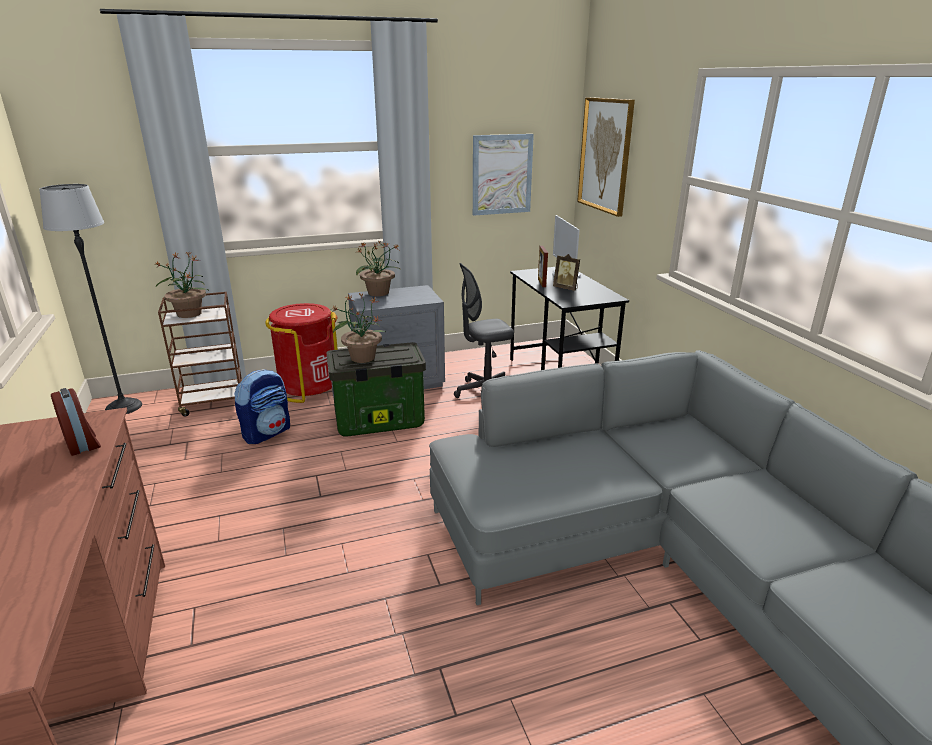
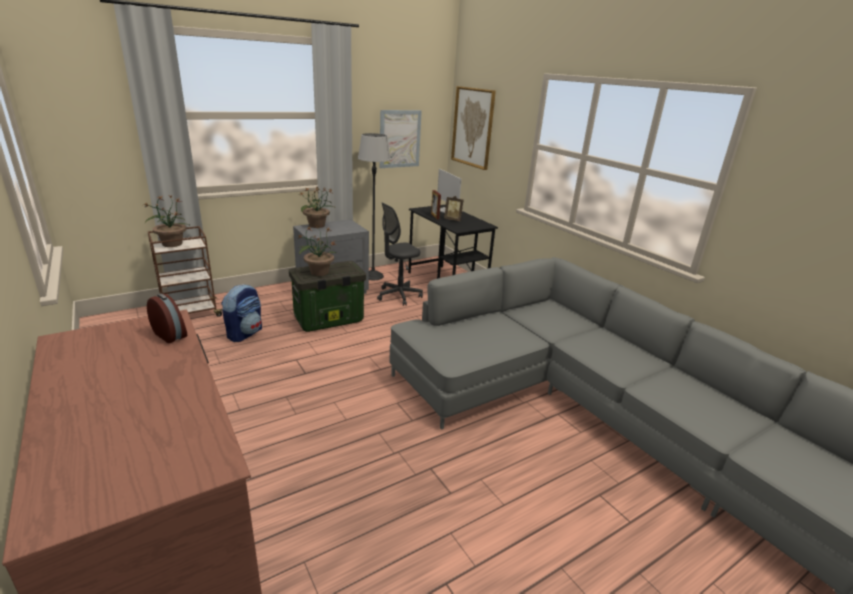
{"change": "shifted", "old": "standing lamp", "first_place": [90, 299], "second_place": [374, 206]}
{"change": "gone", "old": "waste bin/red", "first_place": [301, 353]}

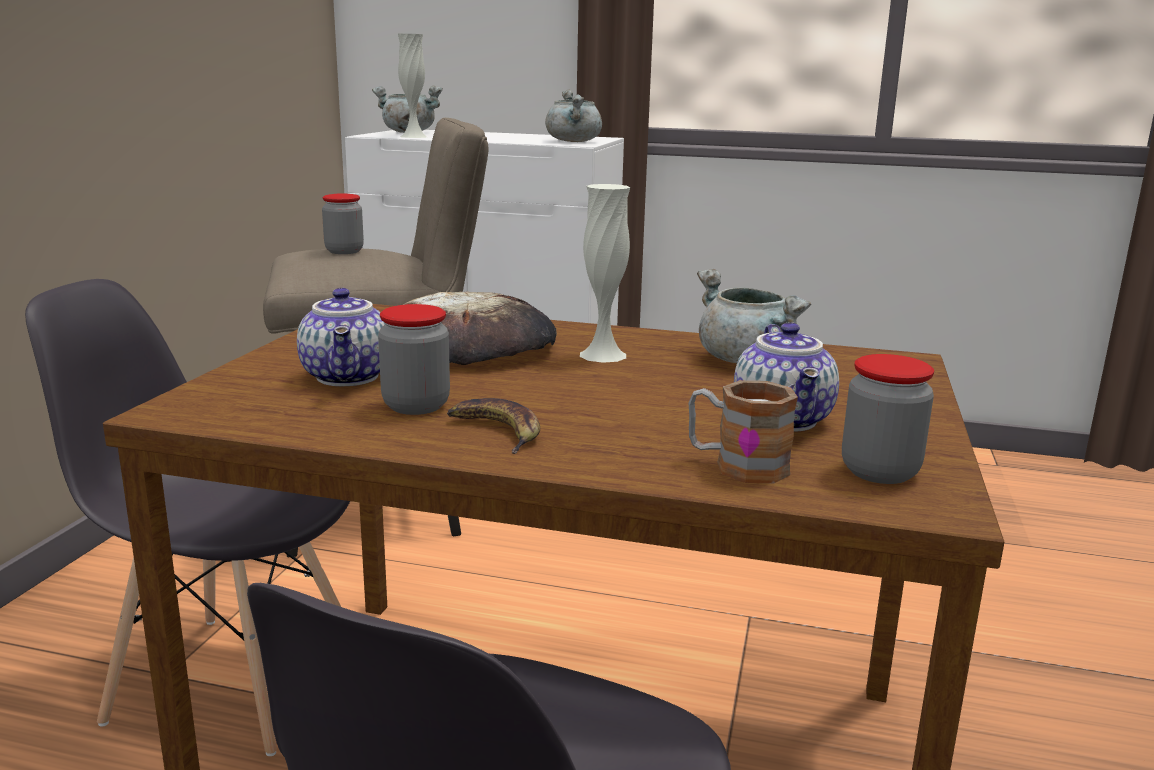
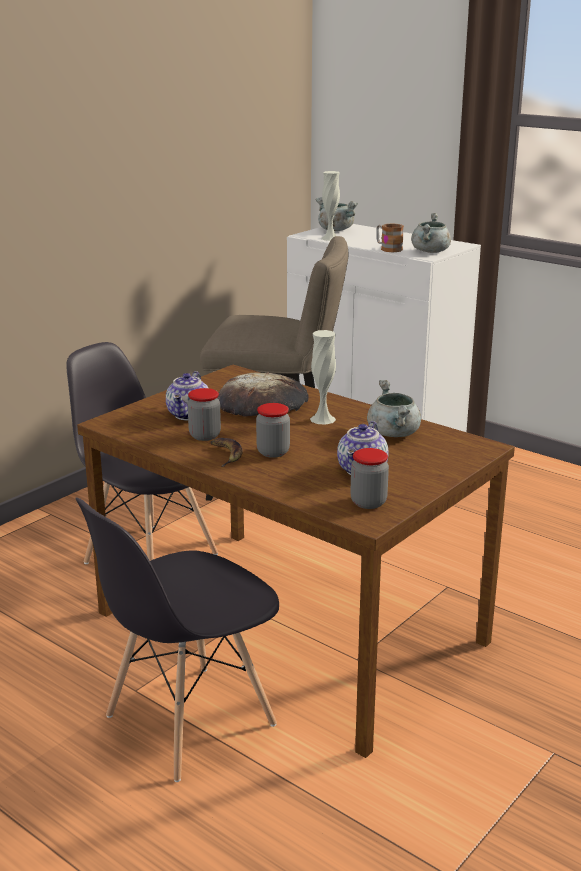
{"change": "shifted", "old": "preserve jar", "first_place": [343, 223], "second_place": [273, 430]}
{"change": "shifted", "old": "mug", "first_place": [743, 432], "second_place": [390, 237]}

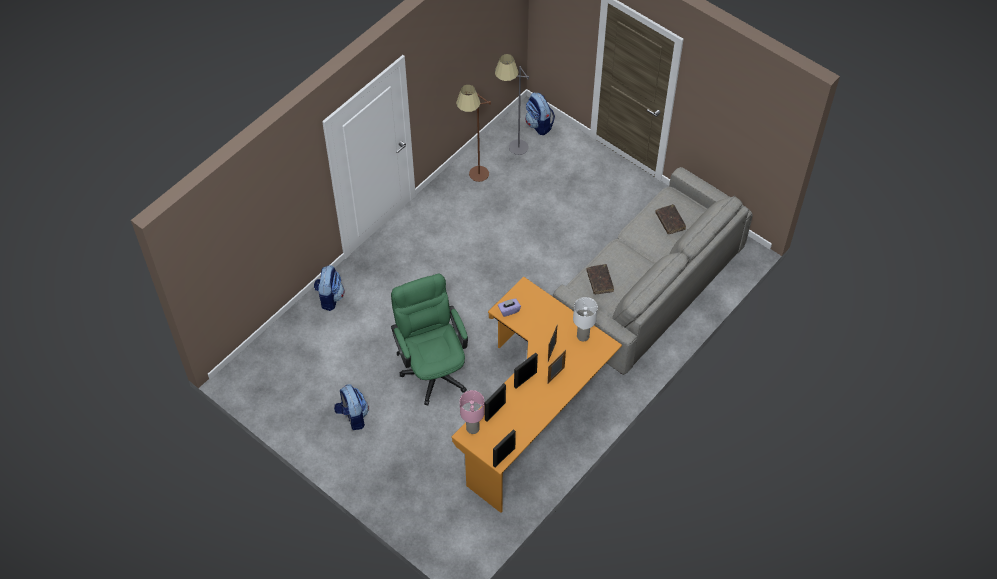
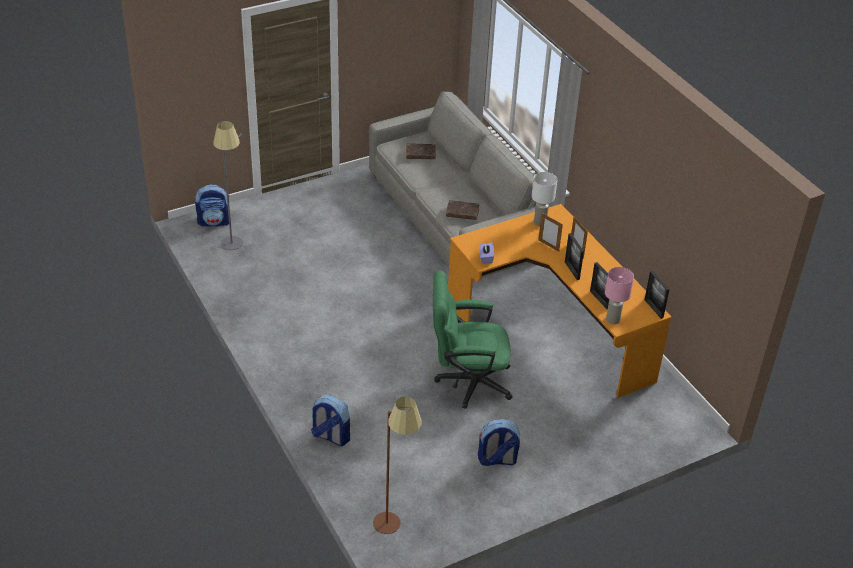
{"change": "shifted", "old": "standing lamp/brownish", "first_place": [473, 133], "second_place": [397, 465]}

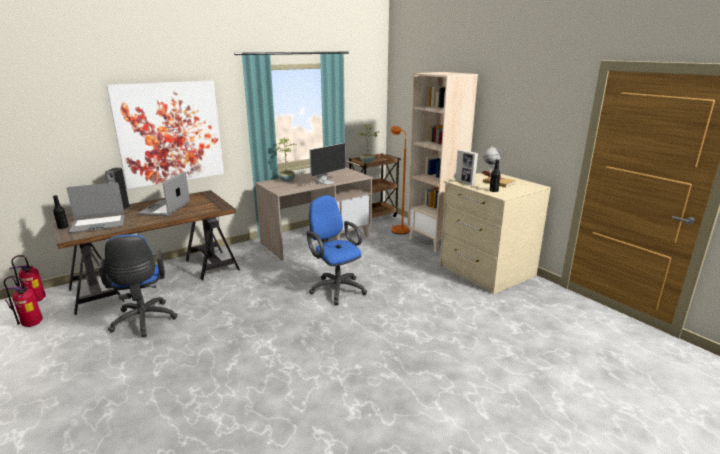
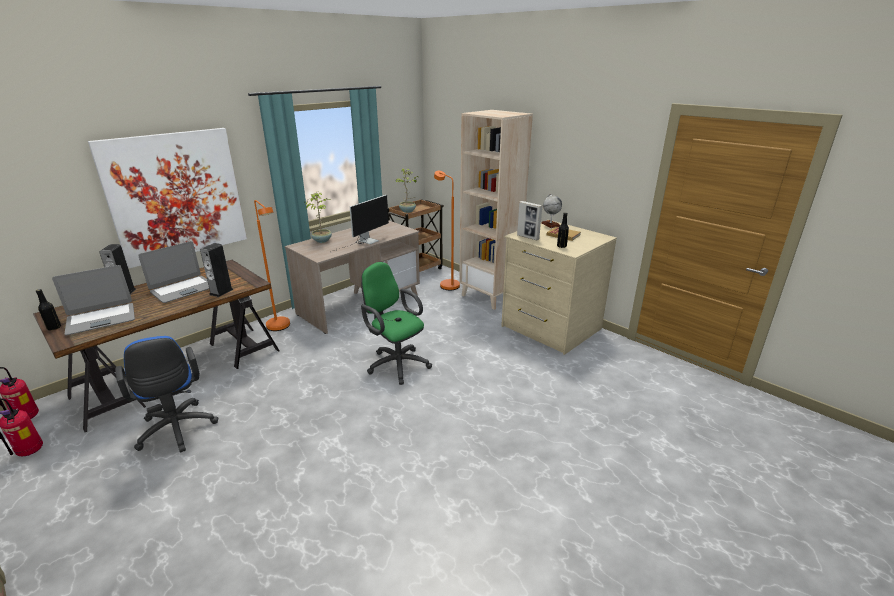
{"change": "rotated", "old": "portable computer", "first_place": [164, 193], "second_place": [173, 272], "degrees": -135}
{"change": "new", "new": "speaker", "second_place": [217, 270]}
{"change": "new", "new": "standing lamp/orangey", "second_place": [272, 265]}
{"change": "repainted", "old": "desk chair/blue-coloured", "new": "desk chair/green", "first_place": [337, 250], "second_place": [396, 323]}

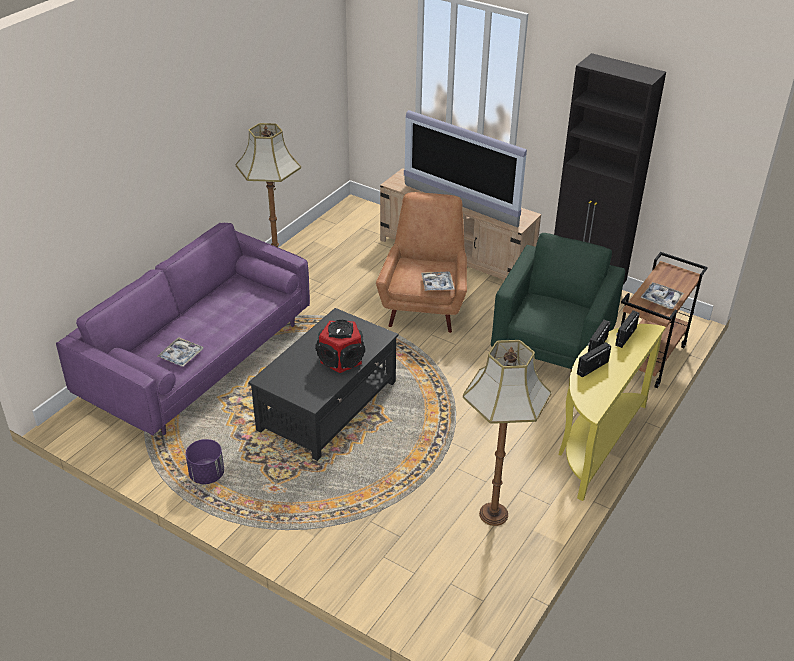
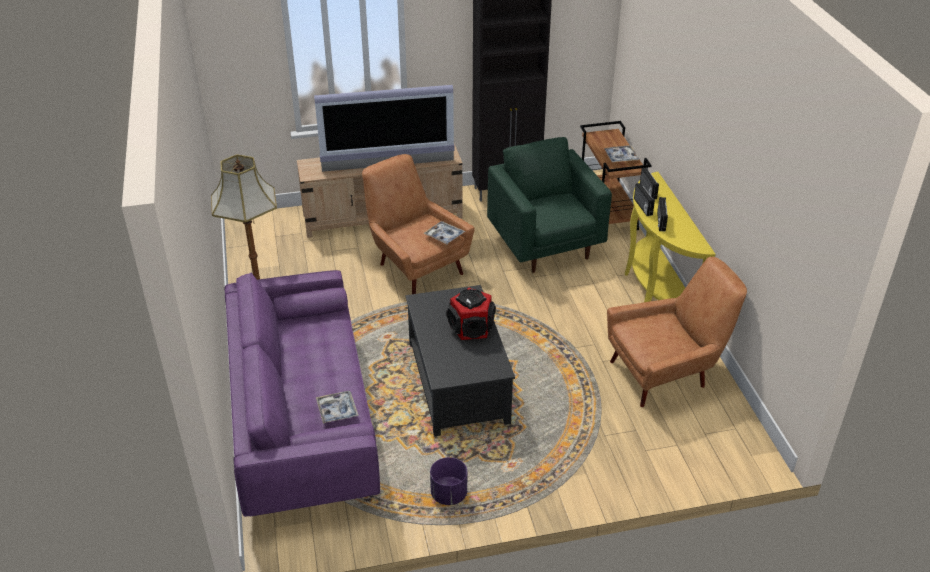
{"change": "swapped", "old": "standing lamp", "new": "lounge chair/brownish", "first_place": [507, 433], "second_place": [677, 332]}

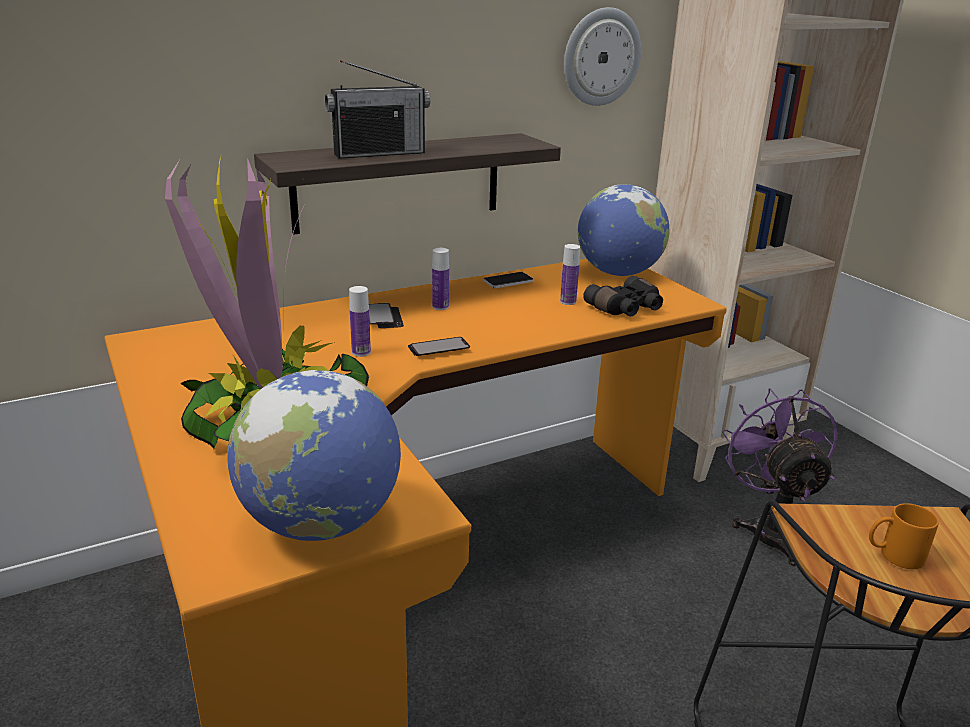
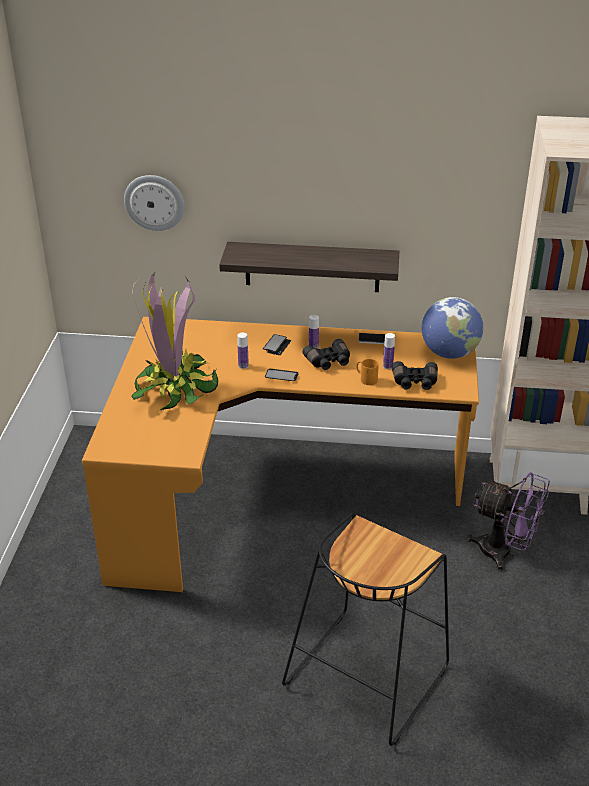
{"change": "shifted", "old": "wall clock", "first_place": [602, 56], "second_place": [154, 203]}
{"change": "new", "new": "pair of binoculars/black-coloured", "second_place": [326, 354]}
{"change": "shifted", "old": "mug/orangey", "first_place": [904, 536], "second_place": [367, 372]}
{"change": "rotated", "old": "cooling fan/purple-coloured", "first_place": [780, 477], "second_place": [508, 521], "degrees": 90}
{"change": "gone", "old": "desk globe", "first_place": [314, 455]}
{"change": "gone", "old": "radio receiver", "first_place": [377, 109]}

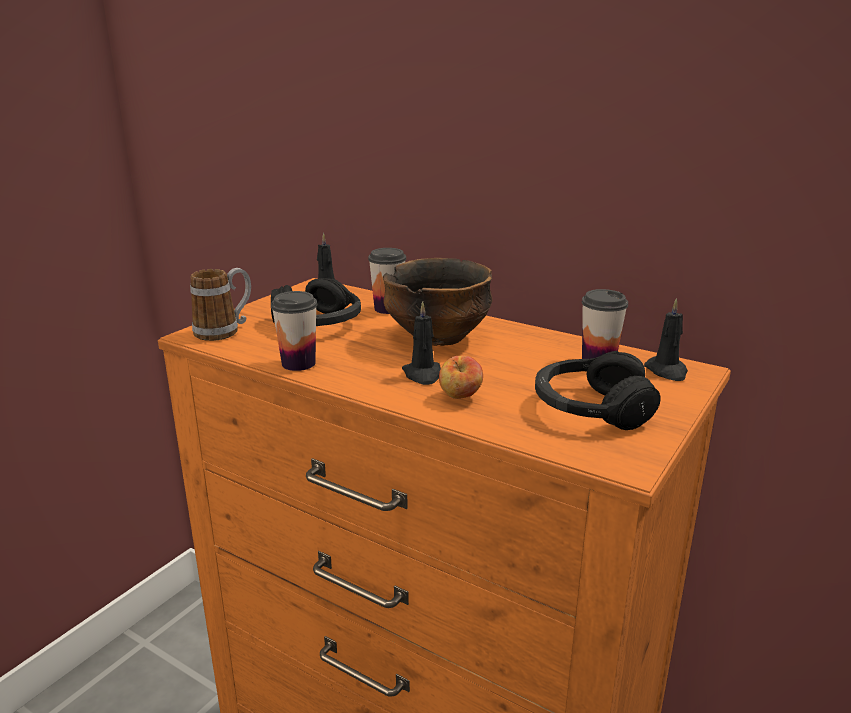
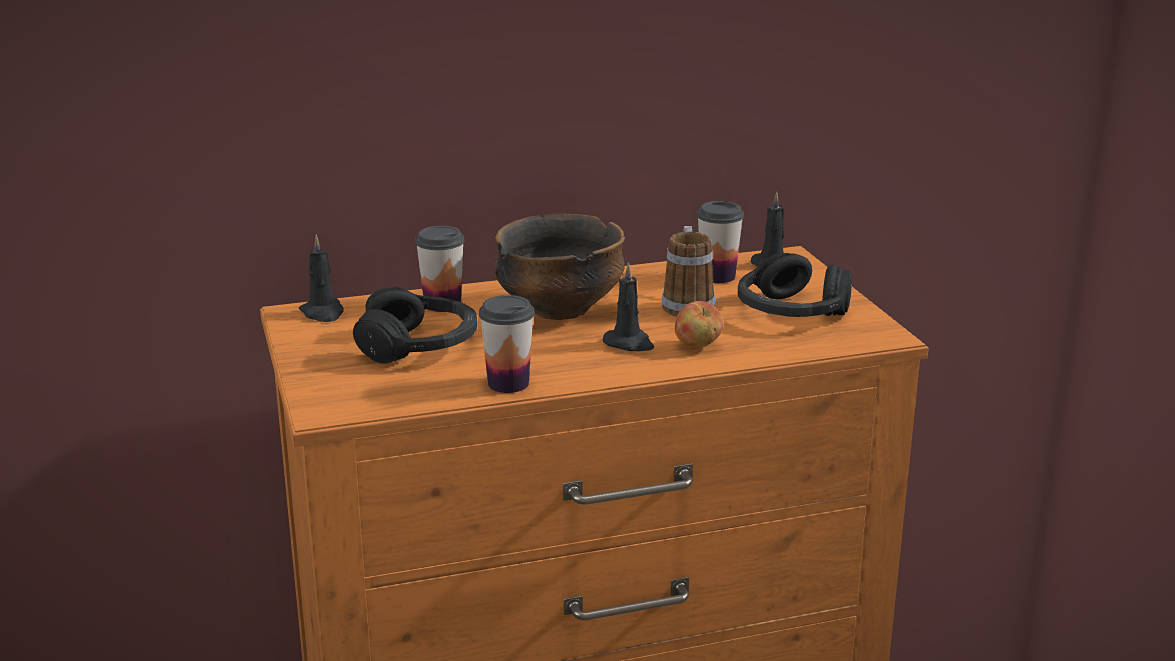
{"change": "shifted", "old": "mug", "first_place": [220, 304], "second_place": [688, 271]}

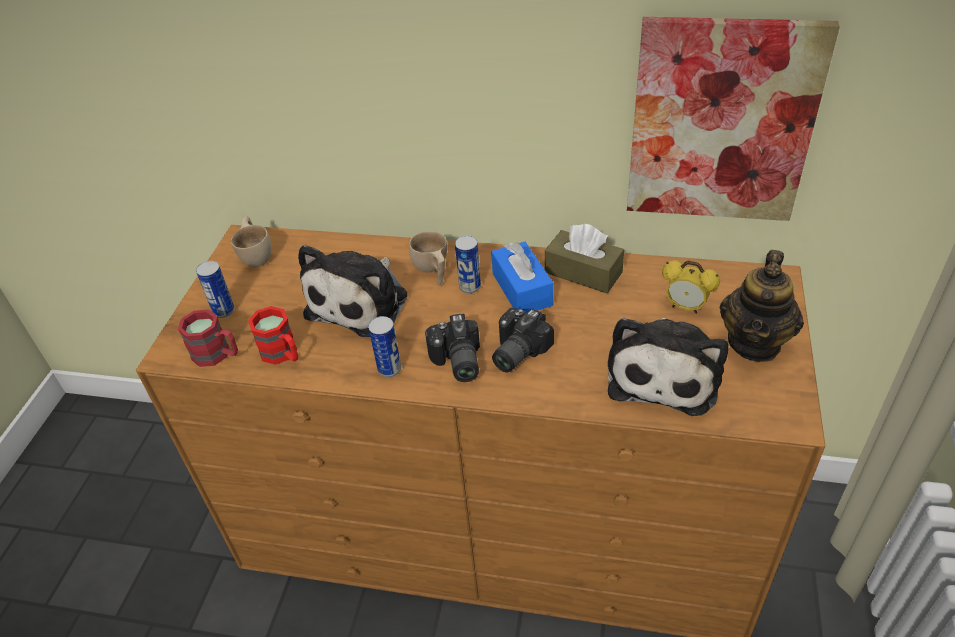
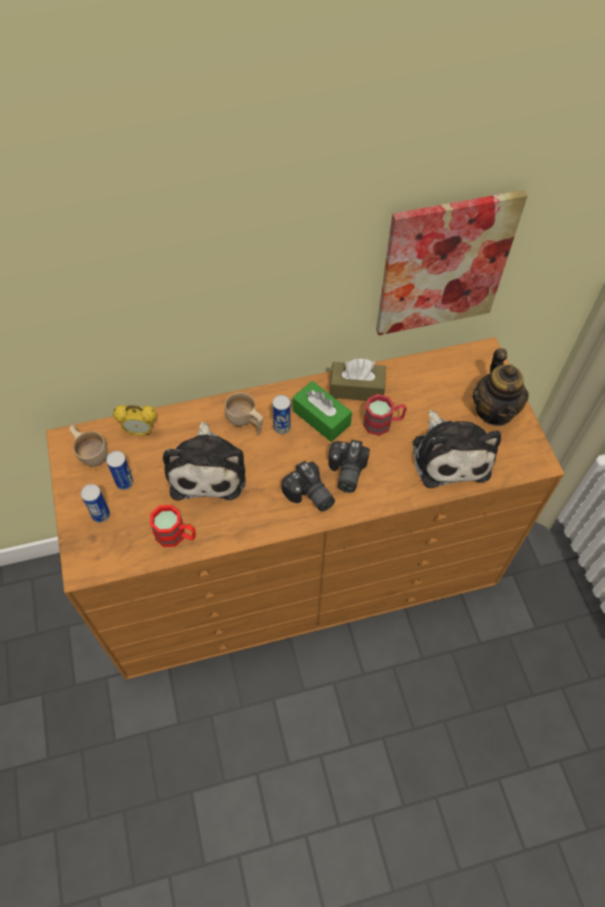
{"change": "shifted", "old": "metal can", "first_place": [384, 346], "second_place": [120, 470]}
{"change": "shifted", "old": "table clock", "first_place": [691, 287], "second_place": [135, 420]}
{"change": "repainted", "old": "box of tissues/blue-coloured", "new": "box of tissues/green", "first_place": [522, 277], "second_place": [322, 411]}
{"change": "shifted", "old": "mug/red", "first_place": [208, 338], "second_place": [385, 415]}

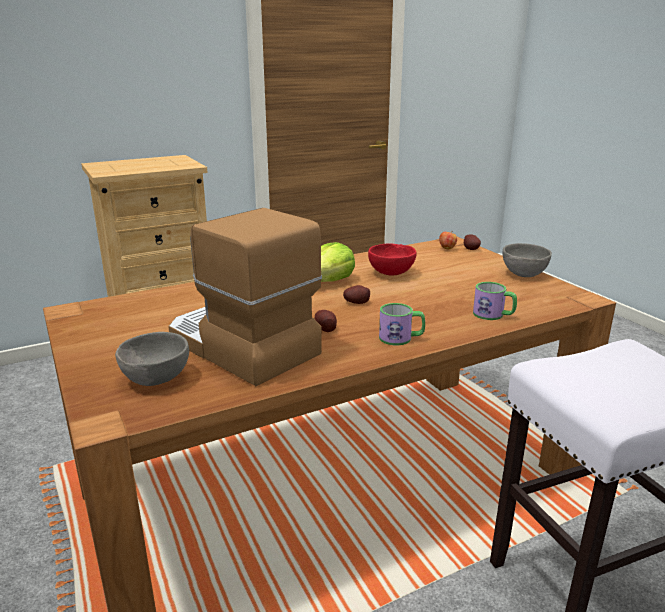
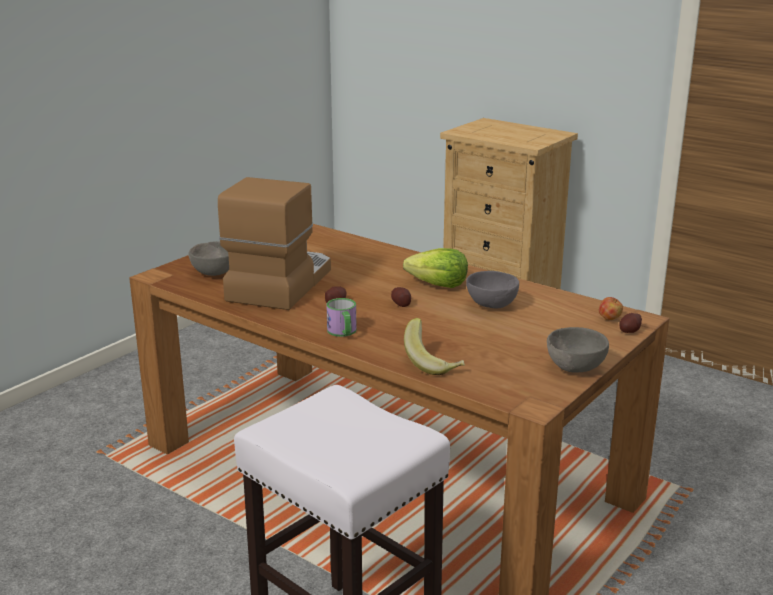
{"change": "swapped", "old": "mug", "new": "whole banana", "first_place": [495, 301], "second_place": [434, 346]}
{"change": "repainted", "old": "deep dish/red", "new": "deep dish/grey", "first_place": [392, 259], "second_place": [492, 289]}

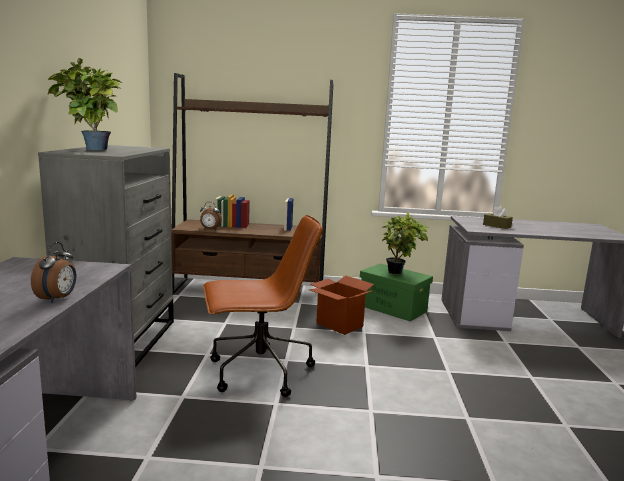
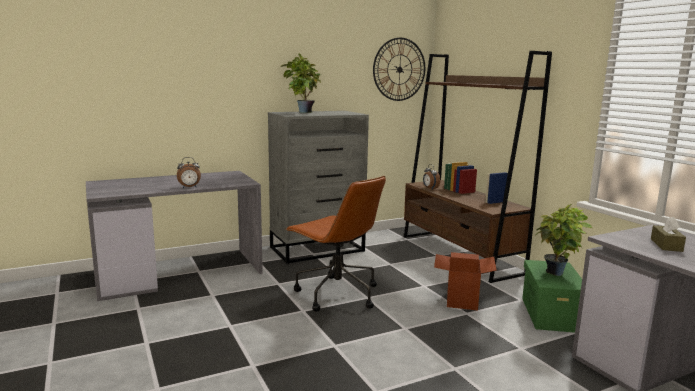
{"change": "new", "new": "wall clock", "second_place": [399, 69]}

